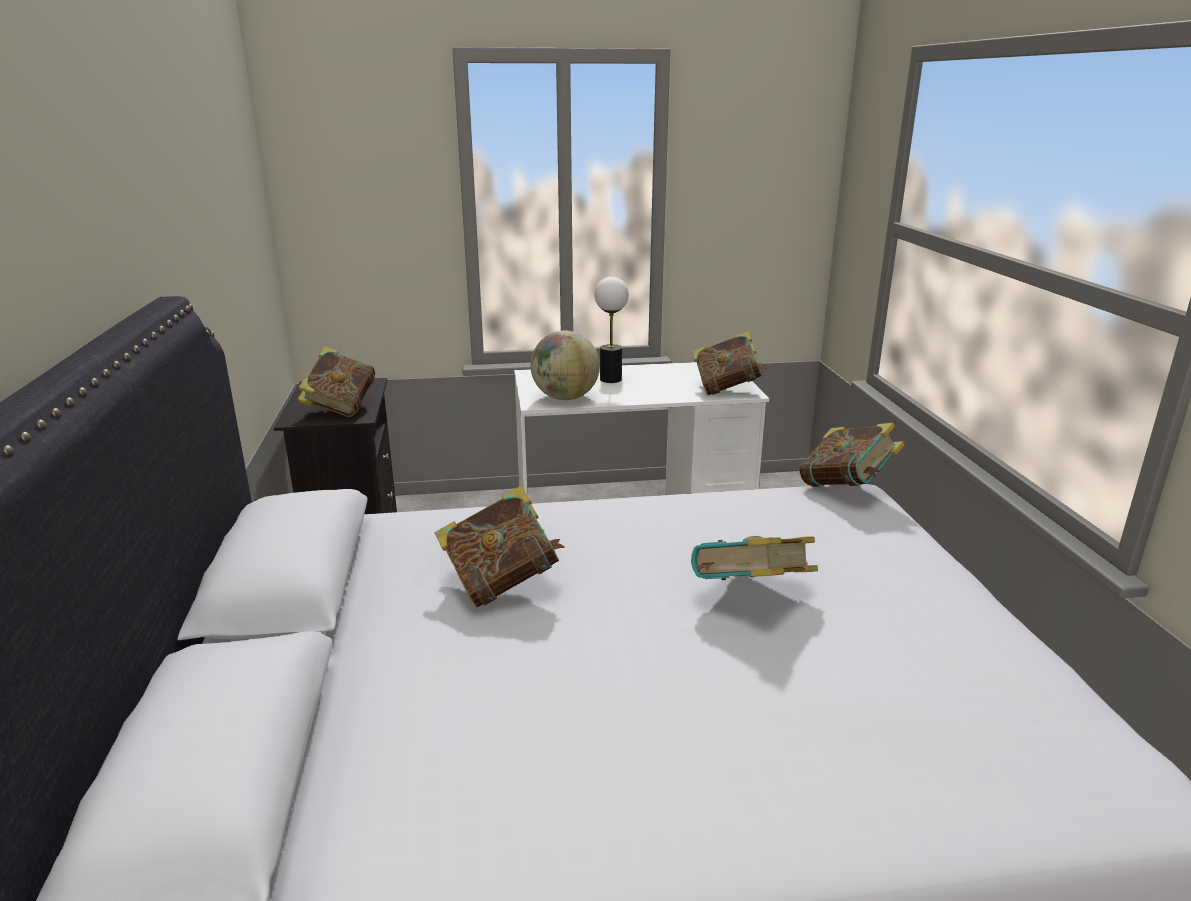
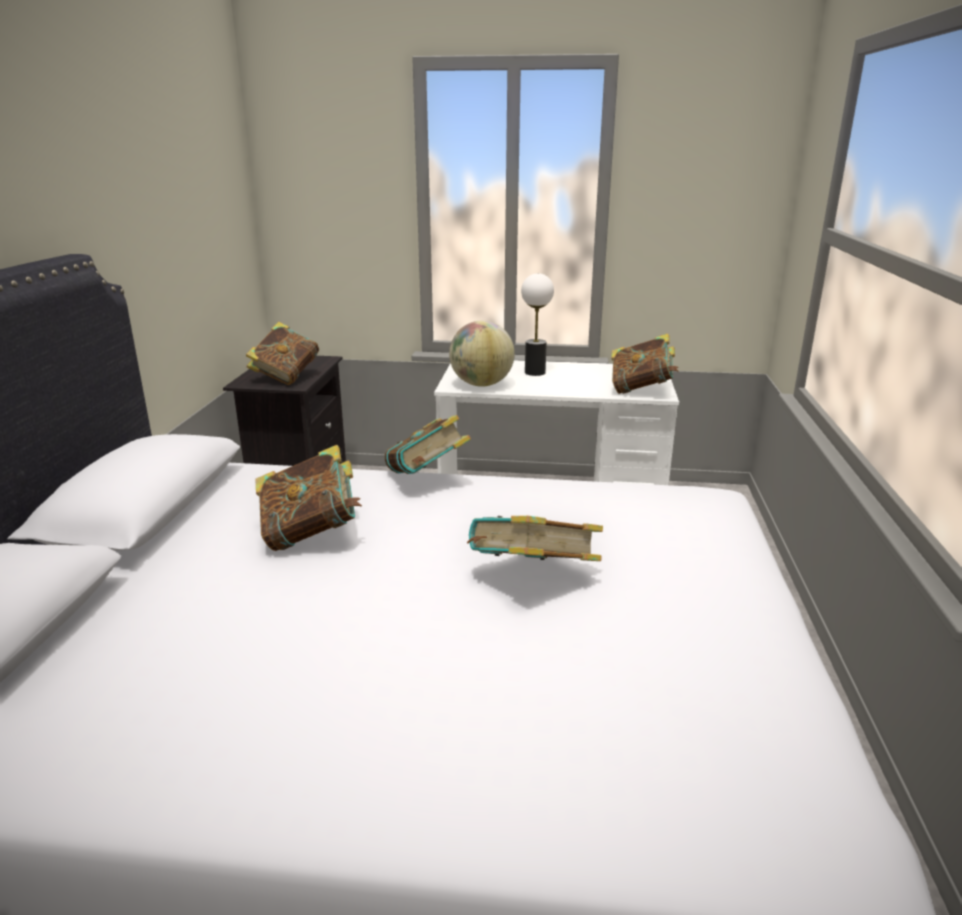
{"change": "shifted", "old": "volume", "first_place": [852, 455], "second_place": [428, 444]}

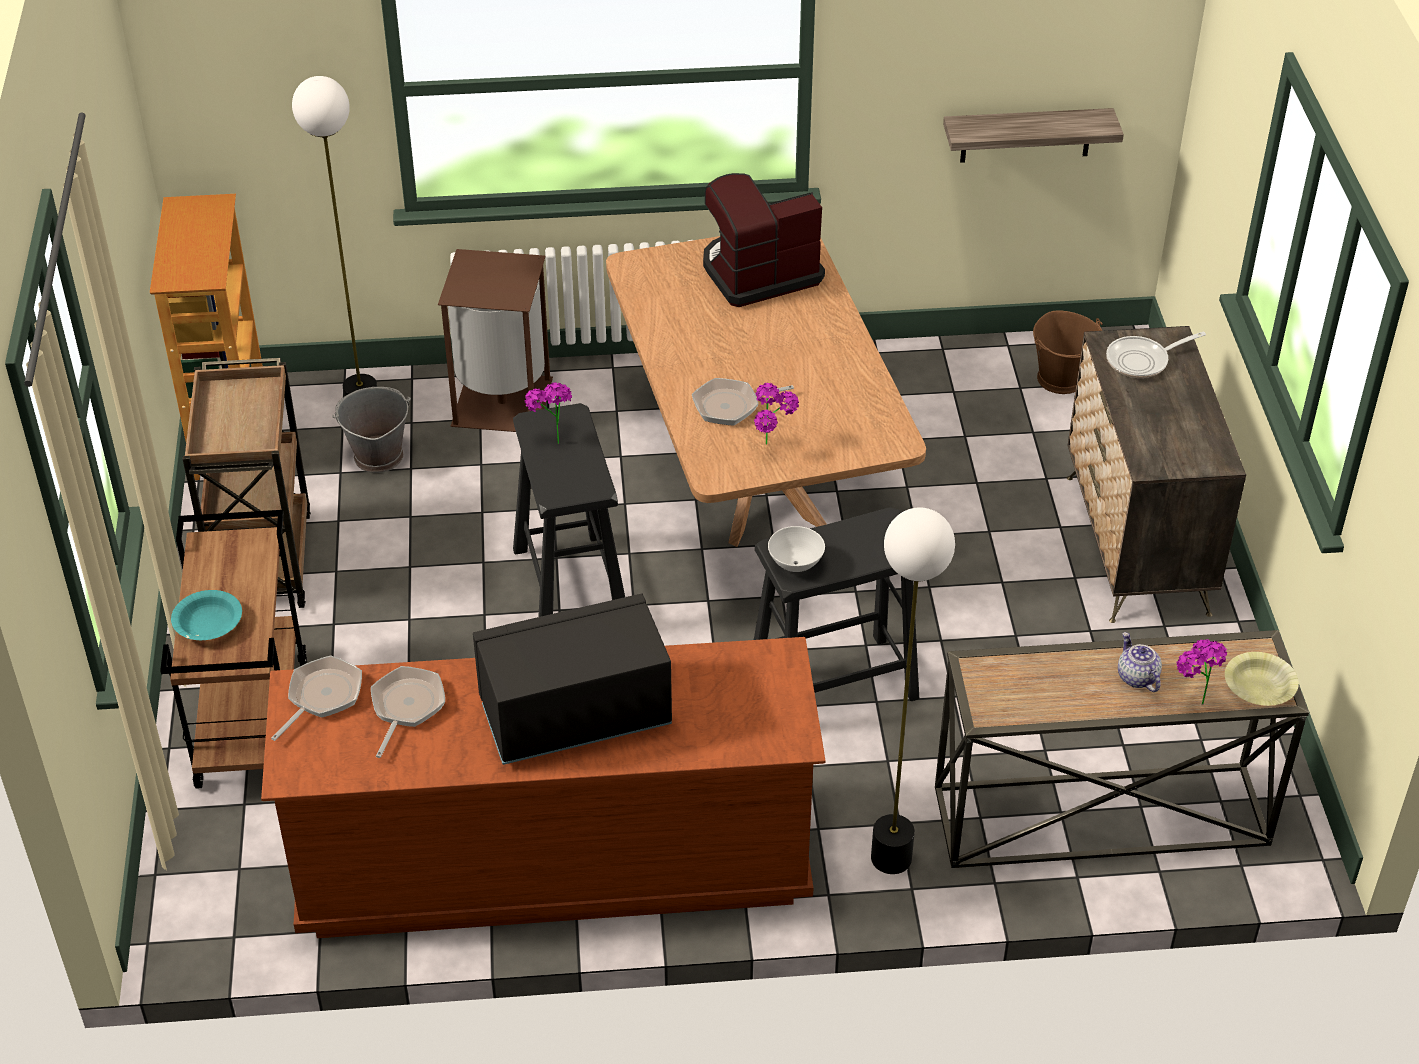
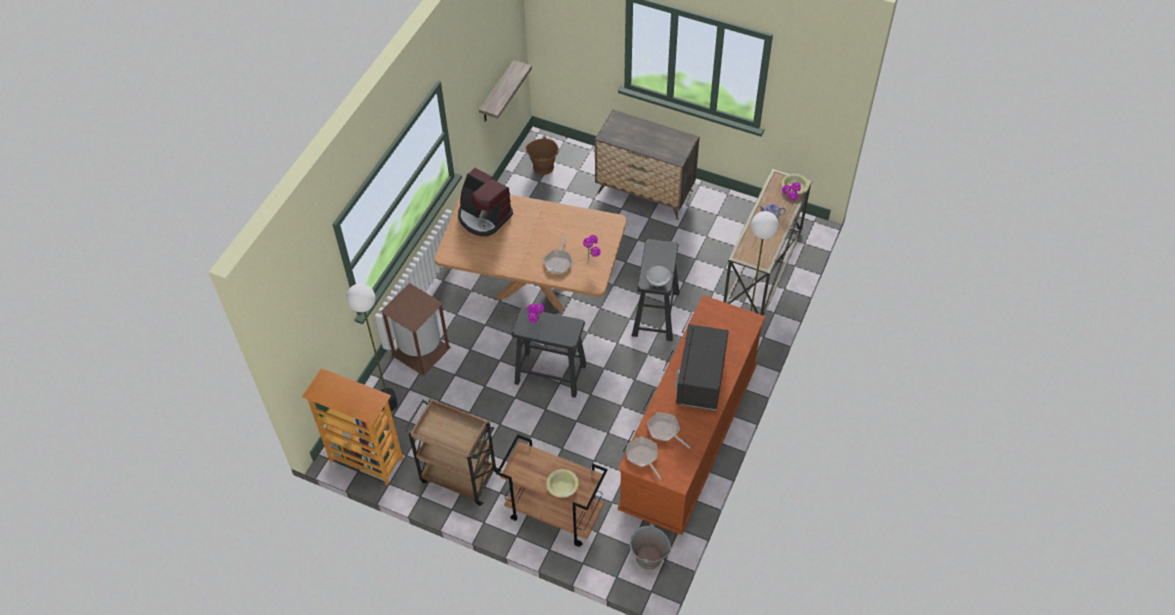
{"change": "rotated", "old": "coffee brewer", "first_place": [764, 240], "second_place": [485, 202], "degrees": -60}
{"change": "repainted", "old": "deep dish/turquoise-coloured", "new": "deep dish/yellowish", "first_place": [206, 615], "second_place": [562, 483]}
{"change": "shifted", "old": "pail/grey", "first_place": [371, 430], "second_place": [650, 547]}
{"change": "gone", "old": "frying pan", "first_place": [1156, 355]}

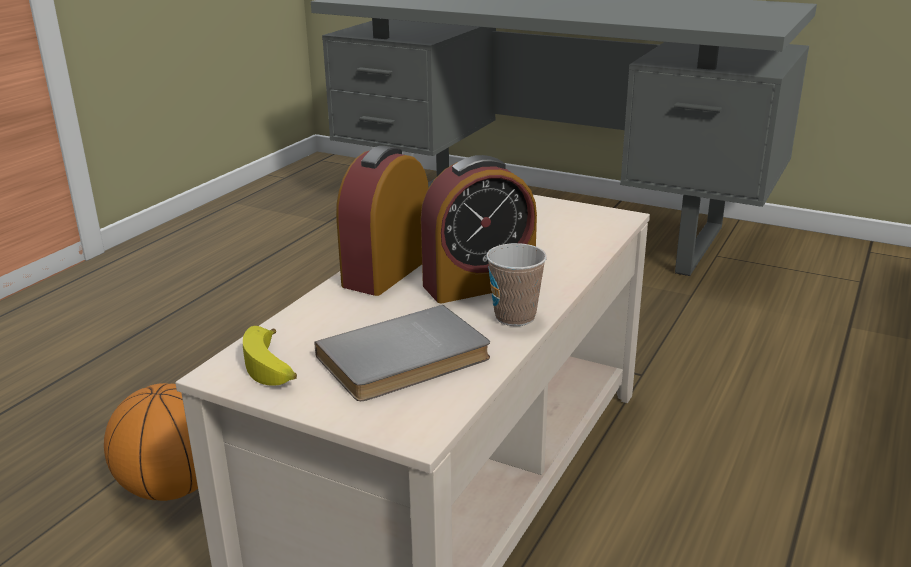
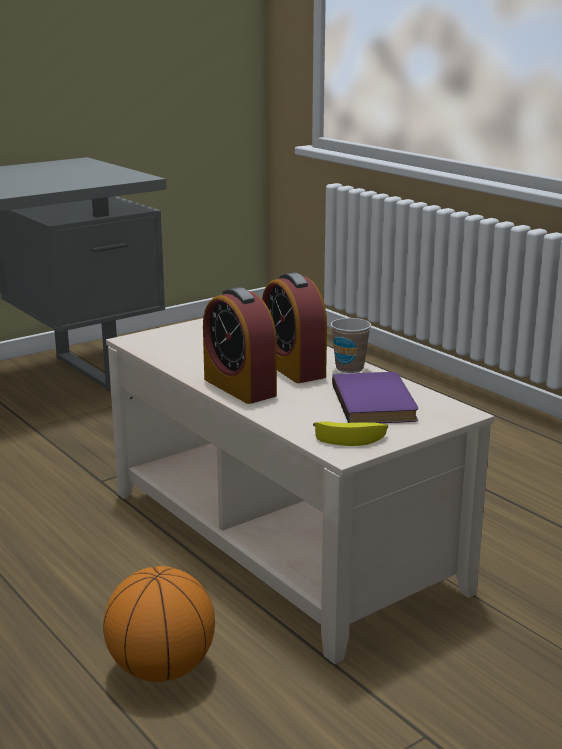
{"change": "rotated", "old": "table clock", "first_place": [479, 229], "second_place": [294, 327], "degrees": 150}
{"change": "repainted", "old": "volume/grey", "new": "volume/purple-coloured", "first_place": [402, 353], "second_place": [375, 397]}

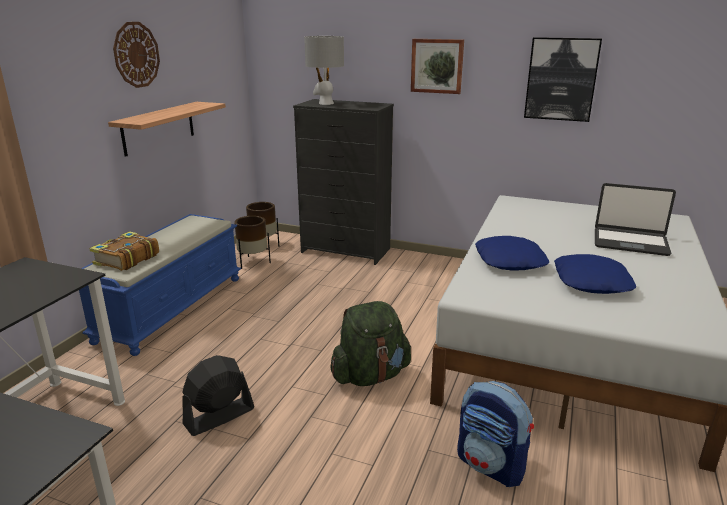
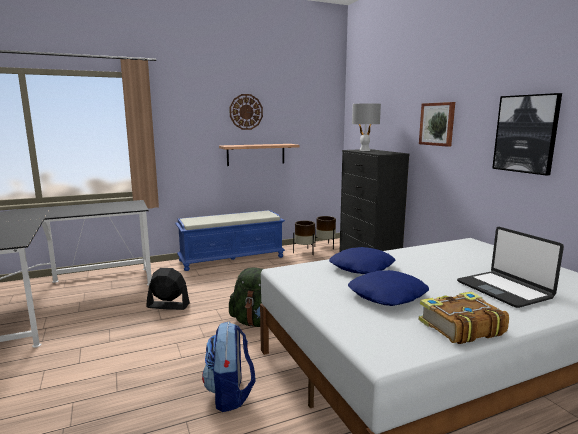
{"change": "shifted", "old": "volume", "first_place": [124, 251], "second_place": [464, 318]}

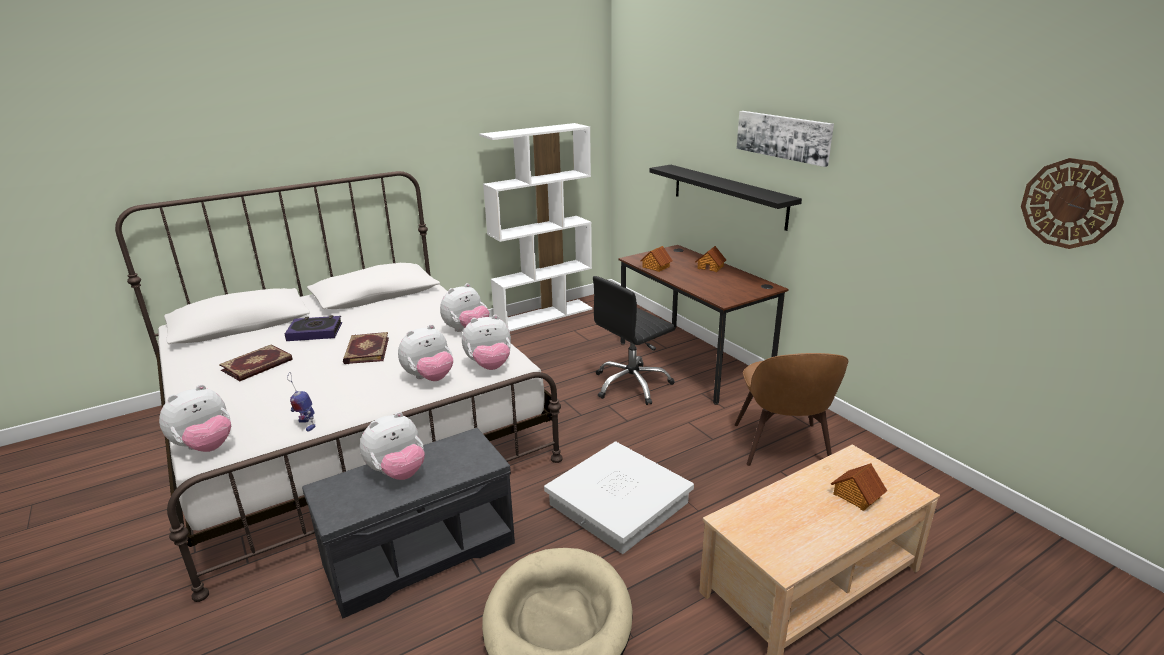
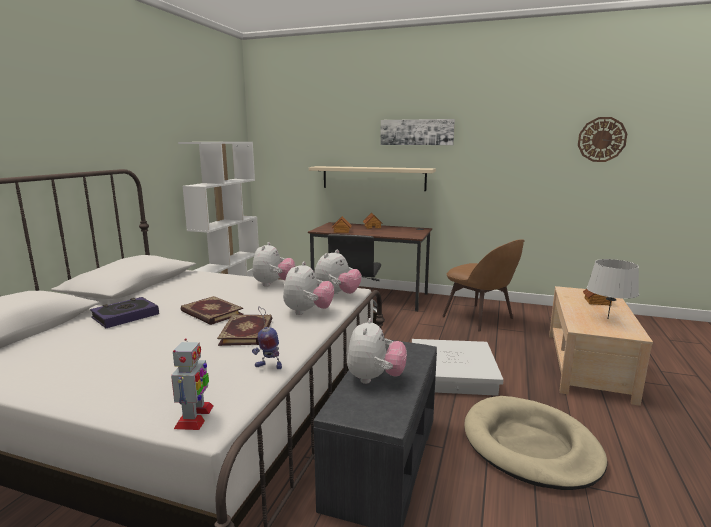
{"change": "swapped", "old": "soft toy", "new": "robot figure", "first_place": [195, 418], "second_place": [192, 384]}
{"change": "shifted", "old": "volume", "first_place": [256, 362], "second_place": [244, 330]}
{"change": "repainted", "old": "wall shelf/black-coloured", "new": "wall shelf/sand-coloured", "first_place": [725, 198], "second_place": [372, 178]}
{"change": "new", "new": "lamp for a table/grey", "second_place": [613, 288]}

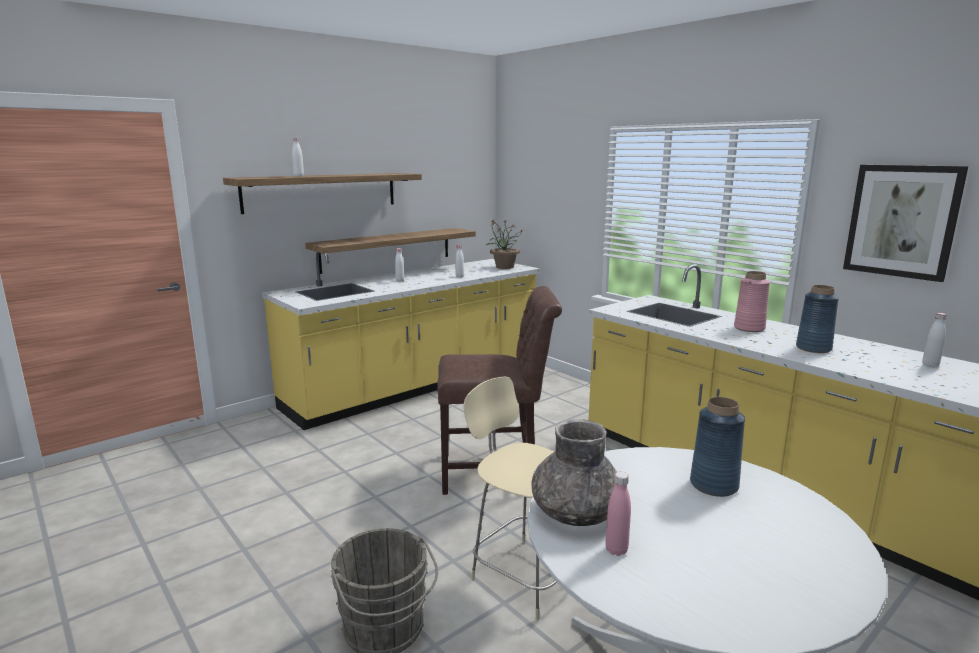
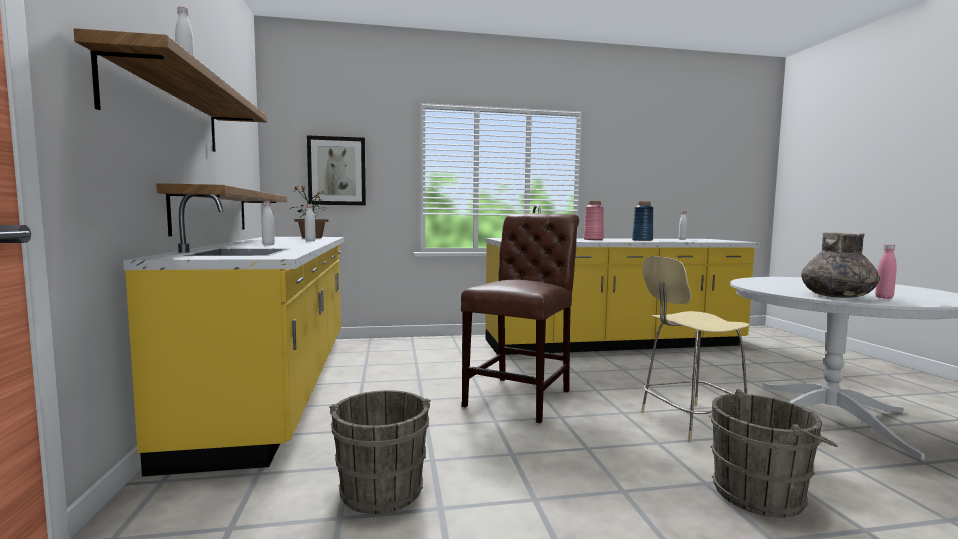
{"change": "shifted", "old": "wall art", "first_place": [905, 223], "second_place": [336, 170]}
{"change": "new", "new": "pail/grey", "second_place": [380, 452]}
{"change": "gone", "old": "vase/blue-coloured", "first_place": [717, 447]}

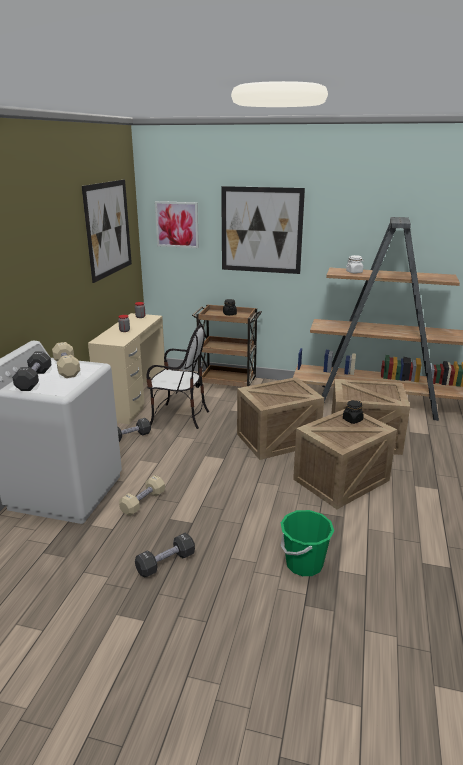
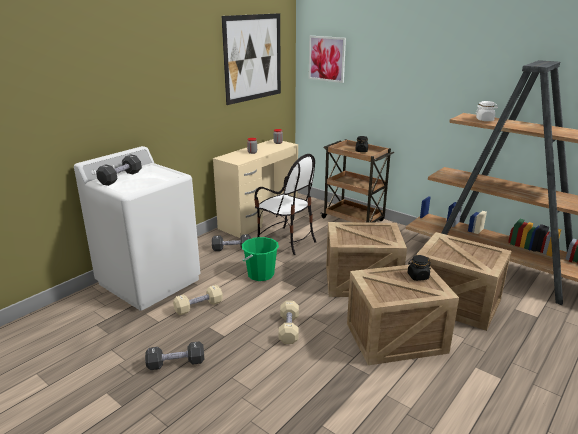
{"change": "shifted", "old": "pail/green", "first_place": [307, 543], "second_place": [260, 259]}
{"change": "shifted", "old": "hand weight/sand-coloured", "first_place": [66, 360], "second_place": [289, 322]}
{"change": "gone", "old": "wall art", "first_place": [263, 230]}

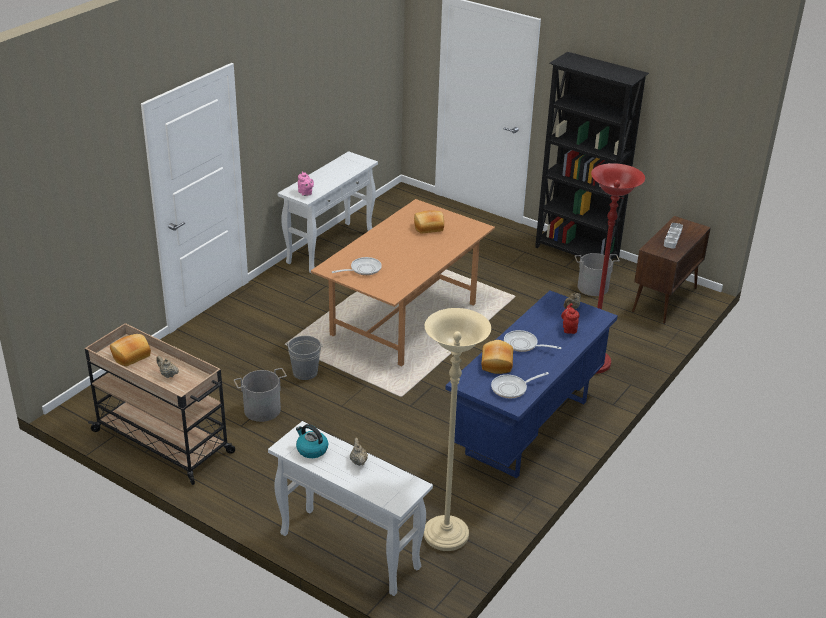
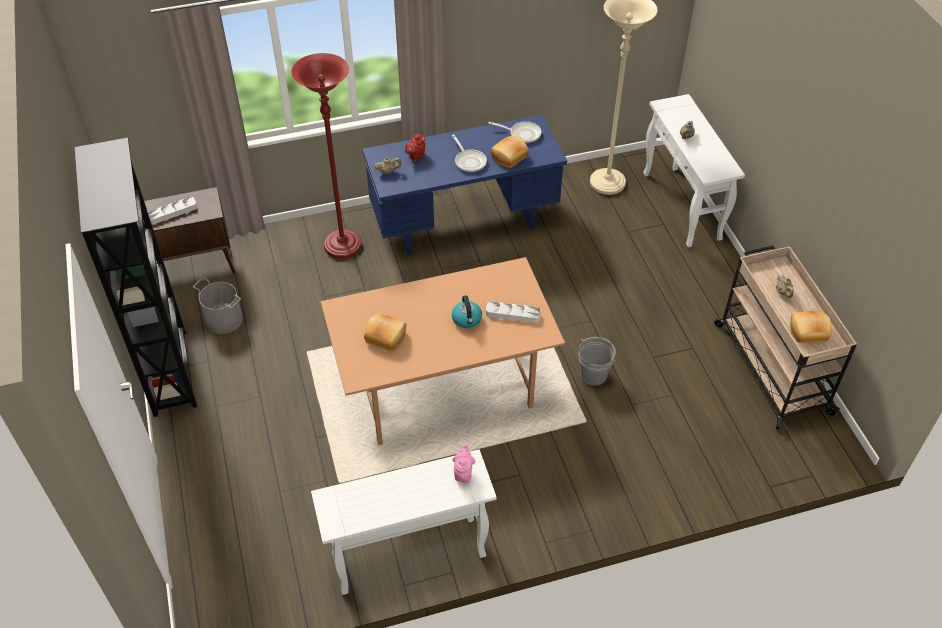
{"change": "shifted", "old": "tea kettle", "first_place": [312, 441], "second_place": [467, 311]}
{"change": "swapped", "old": "frying pan", "new": "tray/grey", "first_place": [357, 266], "second_place": [513, 312]}
{"change": "gone", "old": "pail/grey", "first_place": [260, 395]}

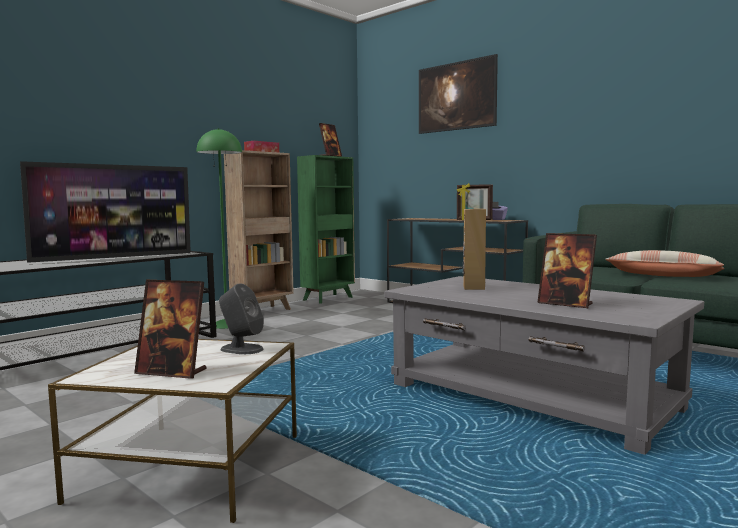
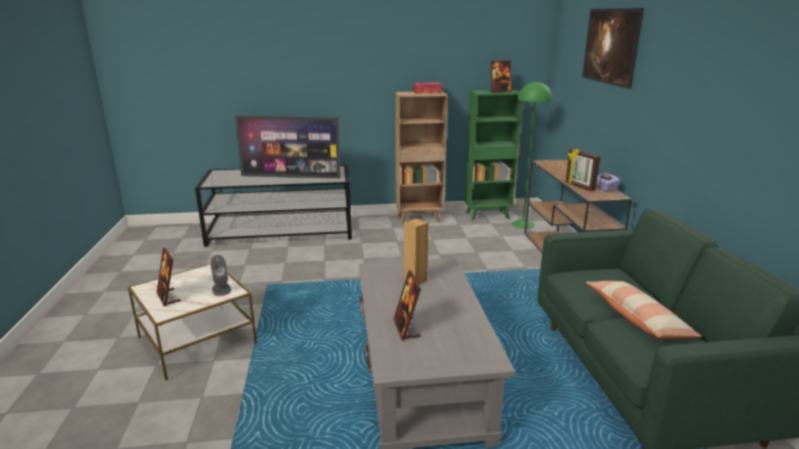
{"change": "shifted", "old": "standing lamp/green", "first_place": [219, 228], "second_place": [532, 155]}

